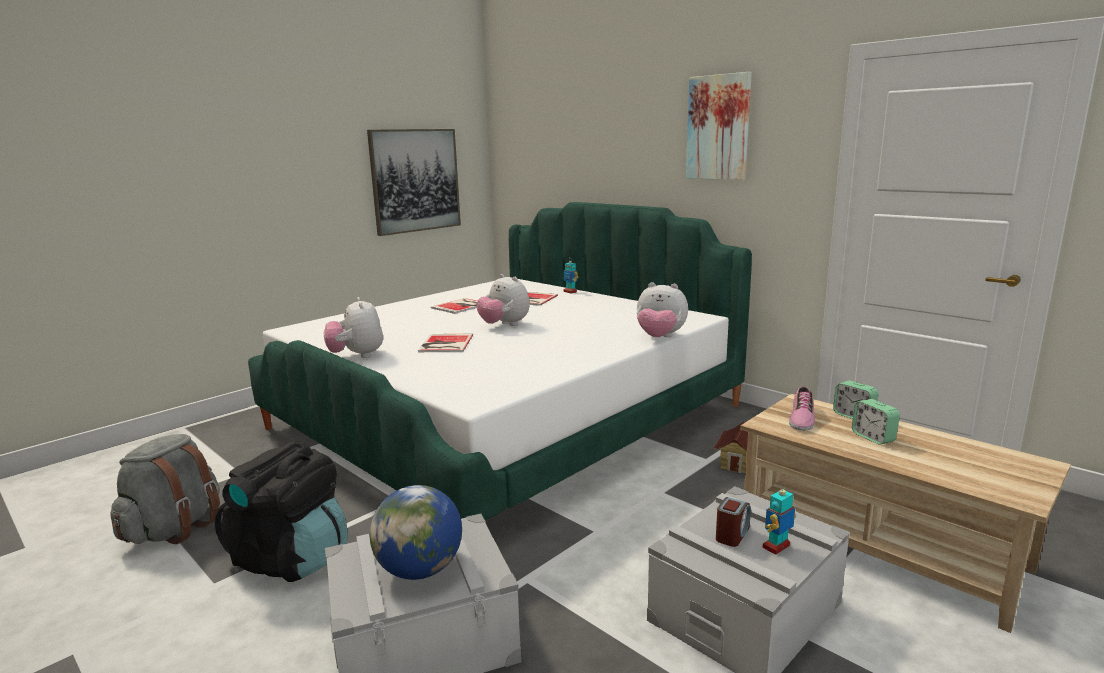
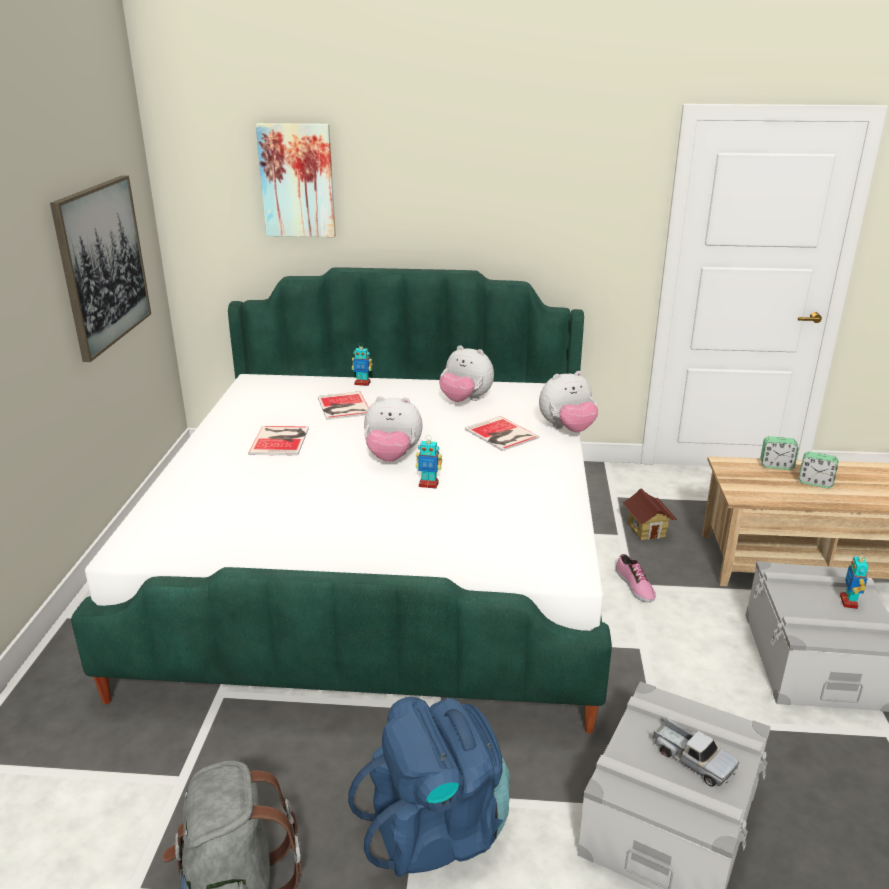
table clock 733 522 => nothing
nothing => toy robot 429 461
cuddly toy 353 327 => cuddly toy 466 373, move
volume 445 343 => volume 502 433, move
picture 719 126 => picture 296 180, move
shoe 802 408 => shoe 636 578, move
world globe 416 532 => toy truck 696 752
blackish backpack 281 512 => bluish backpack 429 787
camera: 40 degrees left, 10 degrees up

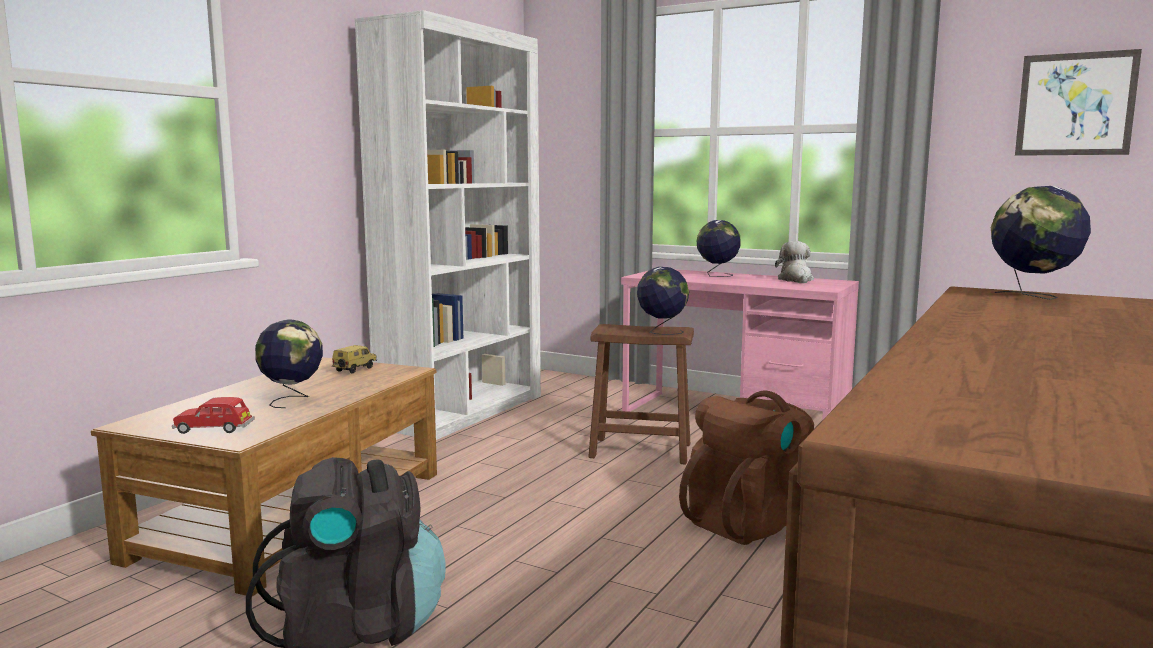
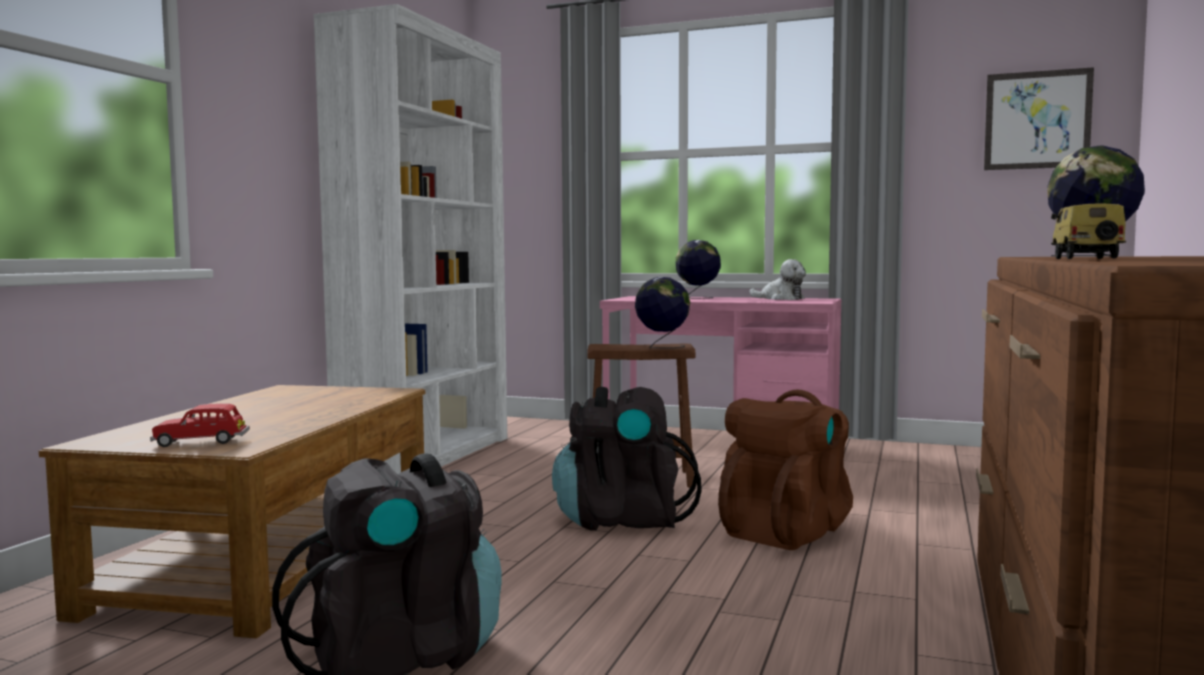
world globe 289 363 => nothing
nothing => blackish backpack 627 458
miniature car 354 359 => miniature car 1088 231, move
cuddly toy 794 262 => cuddly toy 777 279, 135 degrees clockwise
camera: 10 degrees left, 5 degrees down

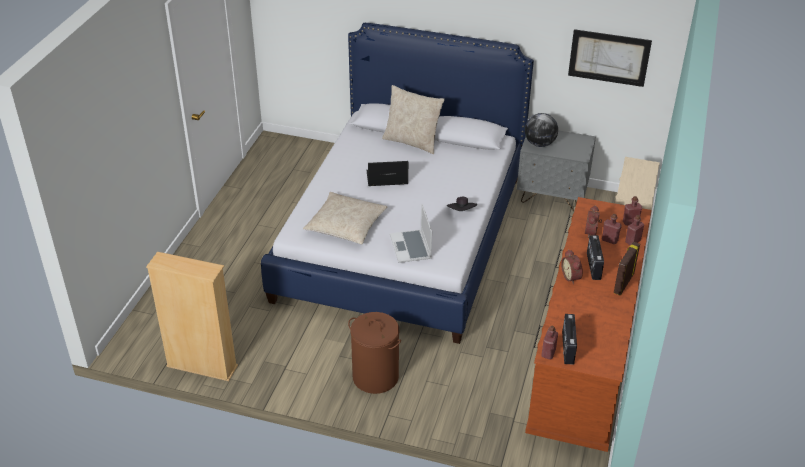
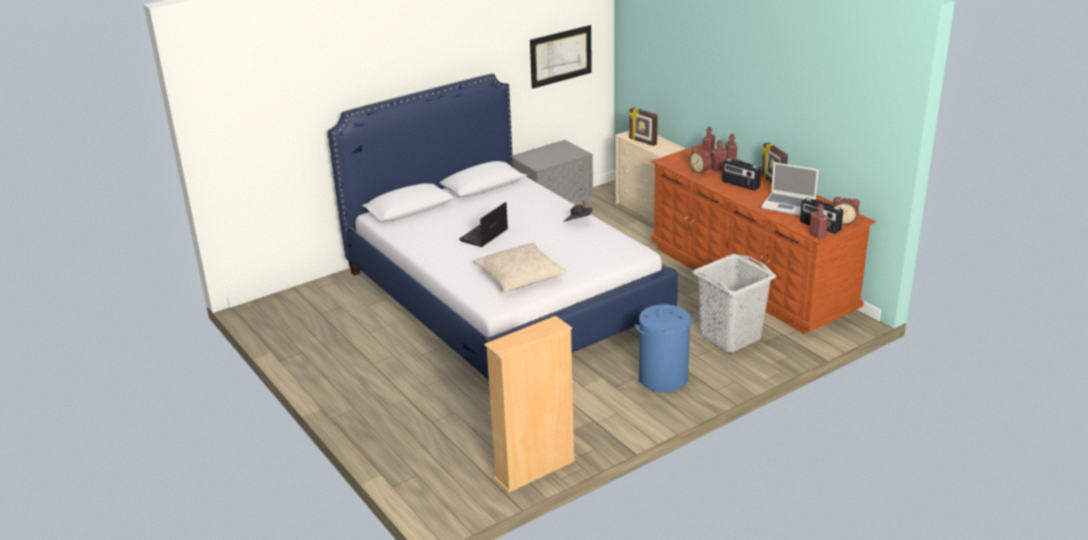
beige-coloured cushion 413 119 => nothing
world globe 541 130 => nothing
nothing => picture frame 643 126
nothing => gray hamper 734 303
notebook computer 411 233 => notebook computer 790 188, move
table clock 572 266 => table clock 846 211, move
brown-coloured hamper 374 353 => bluish hamper 664 348
camera: 50 degrees left, 10 degrees down

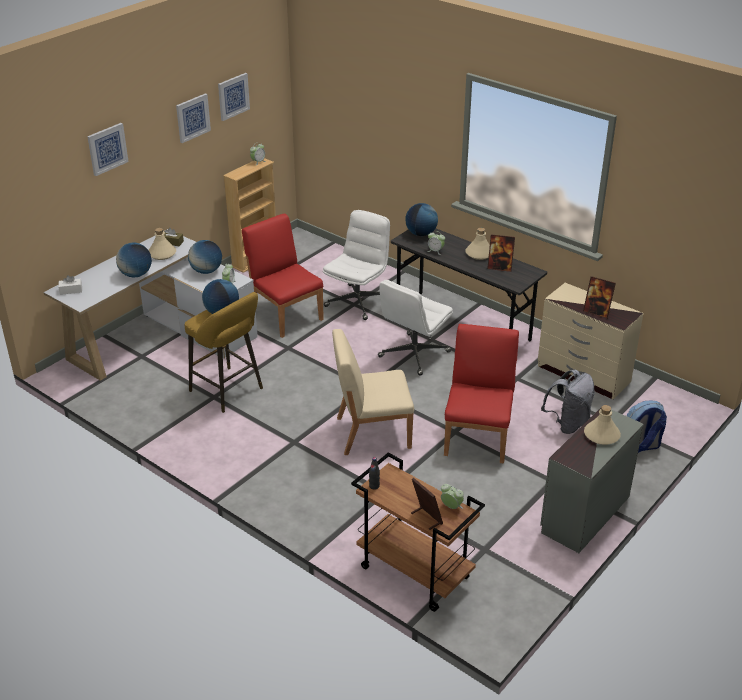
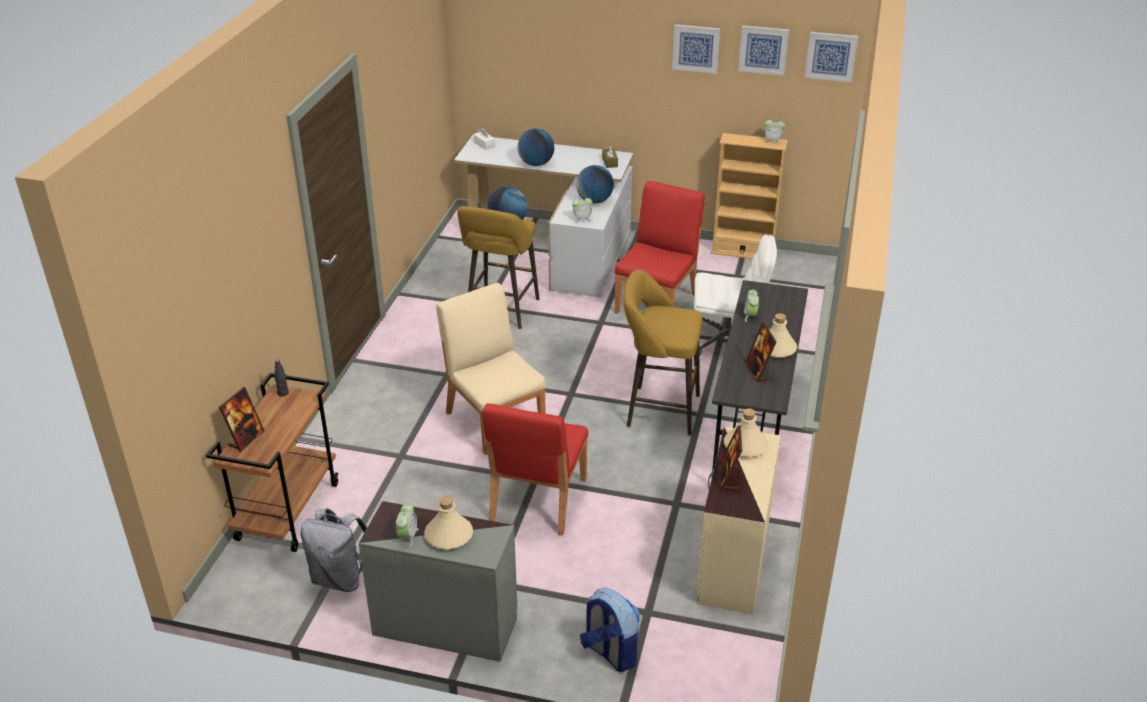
world globe 421 219 => nothing
picture 108 149 => picture 831 57, move
beige-coloured drink bottle 162 244 => beige-coloured drink bottle 746 432, move
table clock 452 496 => table clock 407 525, move
gray backpack 568 401 => gray backpack 333 550, move
whitish office chair 415 328 => yellow sitting stool 662 352
red-coloured chair 481 394 => red-coloured chair 535 469, 120 degrees clockwise
camera: 65 degrees right, 0 degrees up

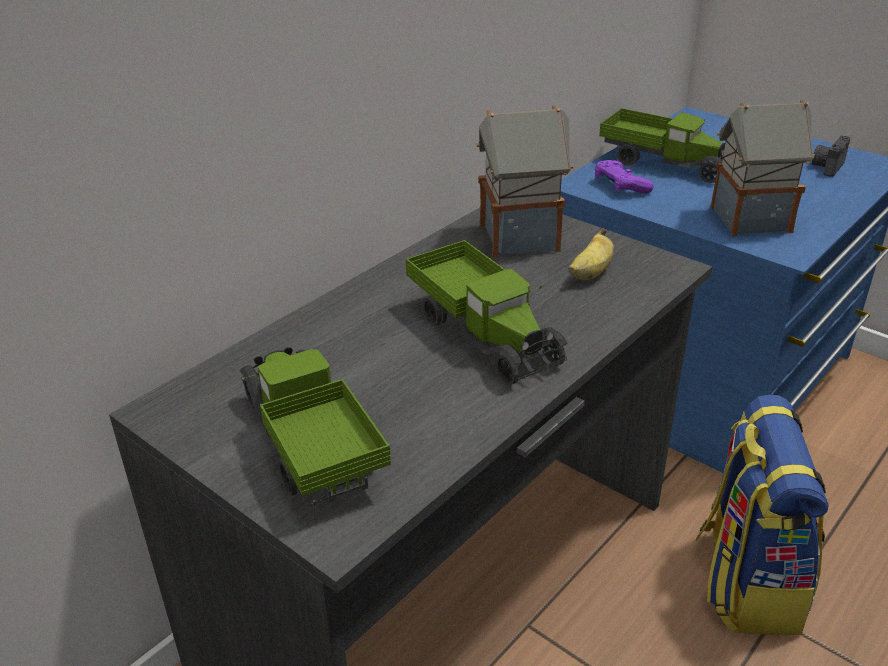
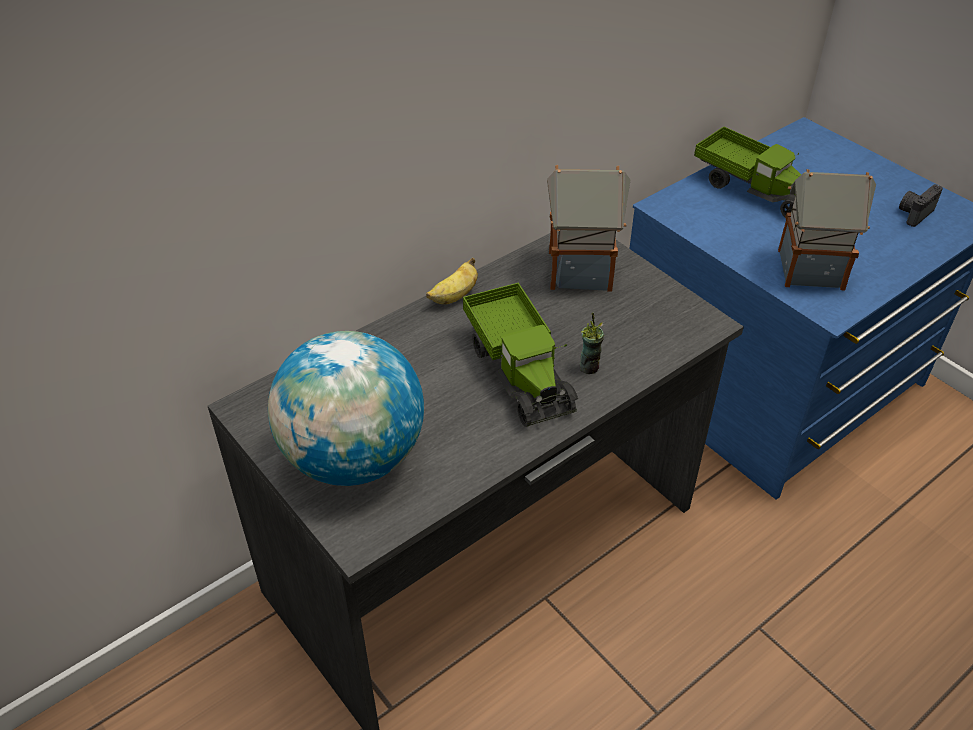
purplish joypad 624 177 => nothing
backpack 762 515 => nothing
nothing => cup 592 343
banana fruit 591 254 => banana fruit 452 281, move
toy truck 315 426 => world globe 346 408
camera: 10 degrees right, 10 degrees up

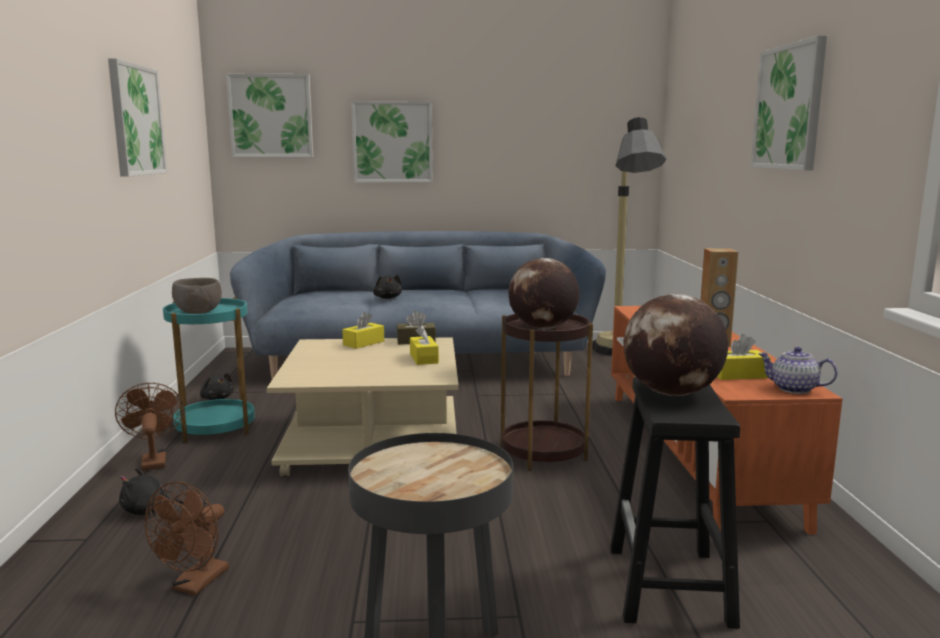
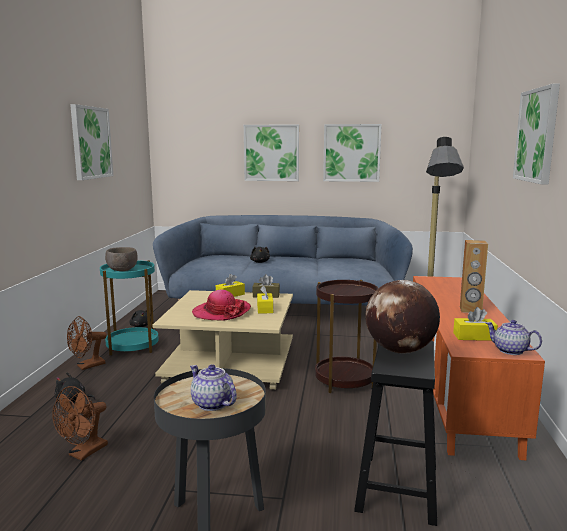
world globe 543 293 => nothing
nothing => pot for tea 213 387
nothing => wearable hat 221 305
picture 269 115 => picture 352 153, move
brown-coloured electric fan 149 427 => brown-coloured electric fan 87 343, 120 degrees counterclockwise
camera: 10 degrees right, 0 degrees up

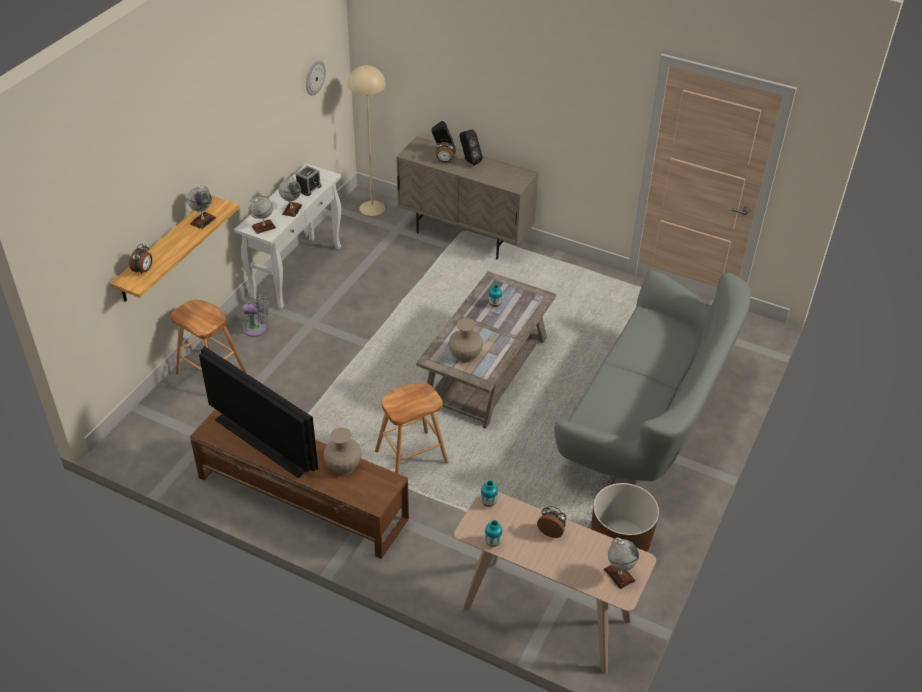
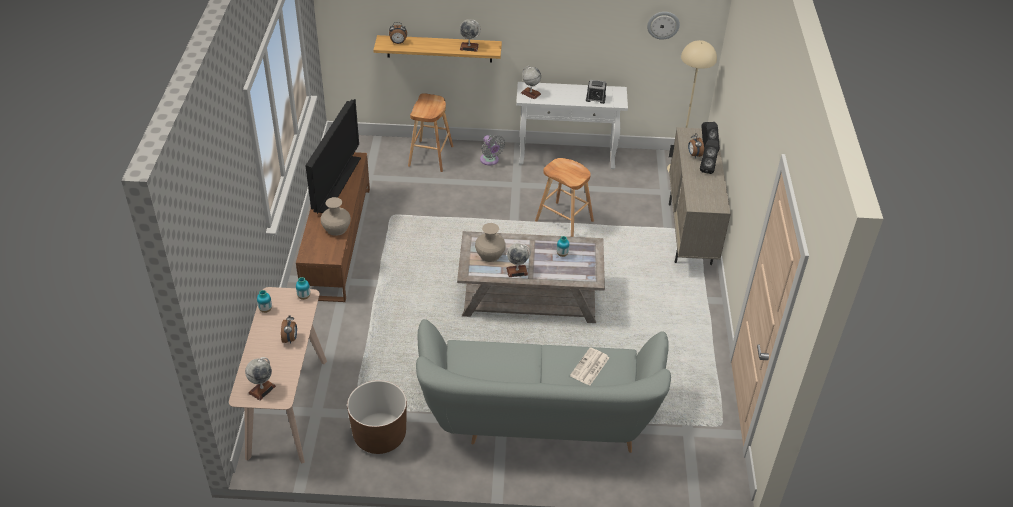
nothing => daily paper 589 366
world globe 290 197 => world globe 518 260, move
brown-coloured sitting stool 411 428 => brown-coloured sitting stool 564 197, move
camera: 65 degrees right, 0 degrees up

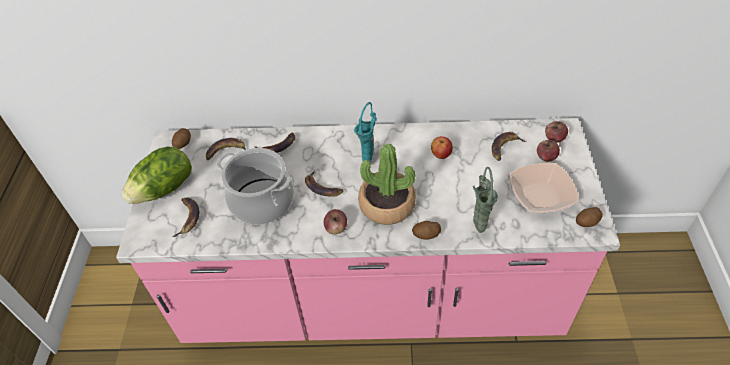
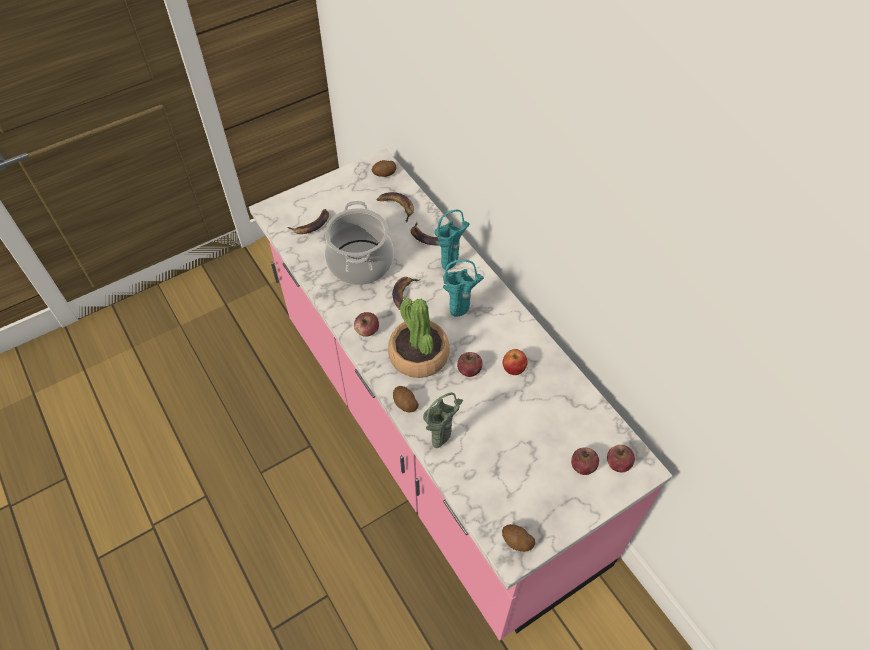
lettuce head 157 175 => nothing
banana fruit 509 146 => nothing
serving bowl 544 188 => nothing
nothing => turquoise vase 452 239
nothing => apple fruit 470 364
camera: 55 degrees right, 5 degrees up

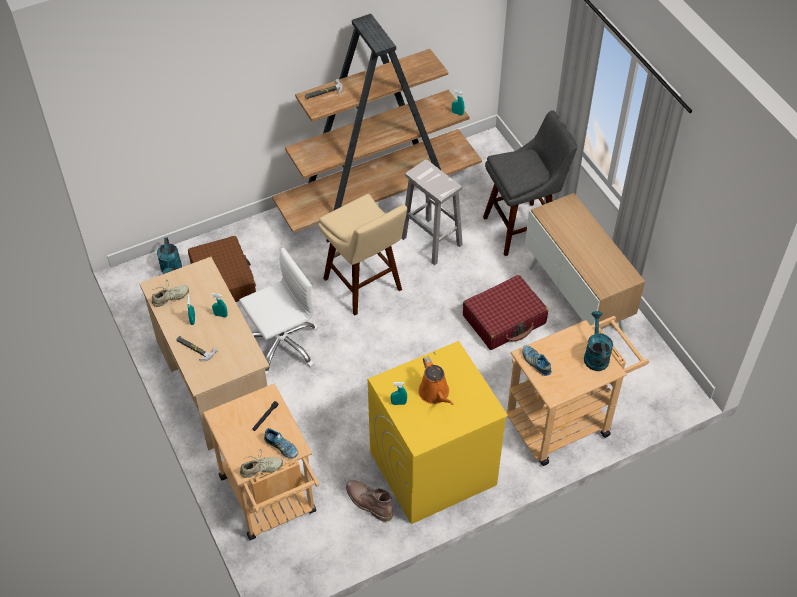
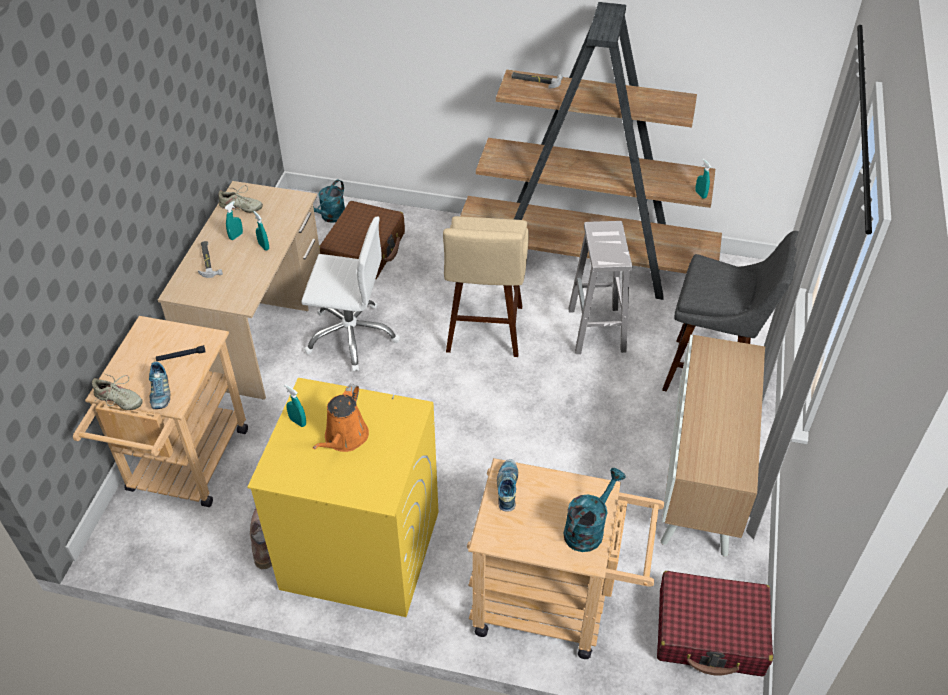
red-coloured piece of luggage 505 312 => red-coloured piece of luggage 715 623, move
camera: 40 degrees right, 5 degrees down

